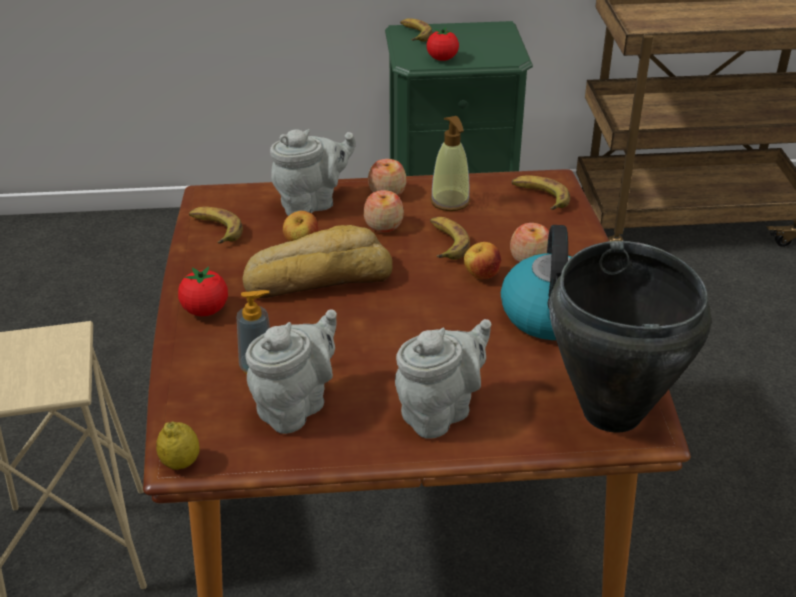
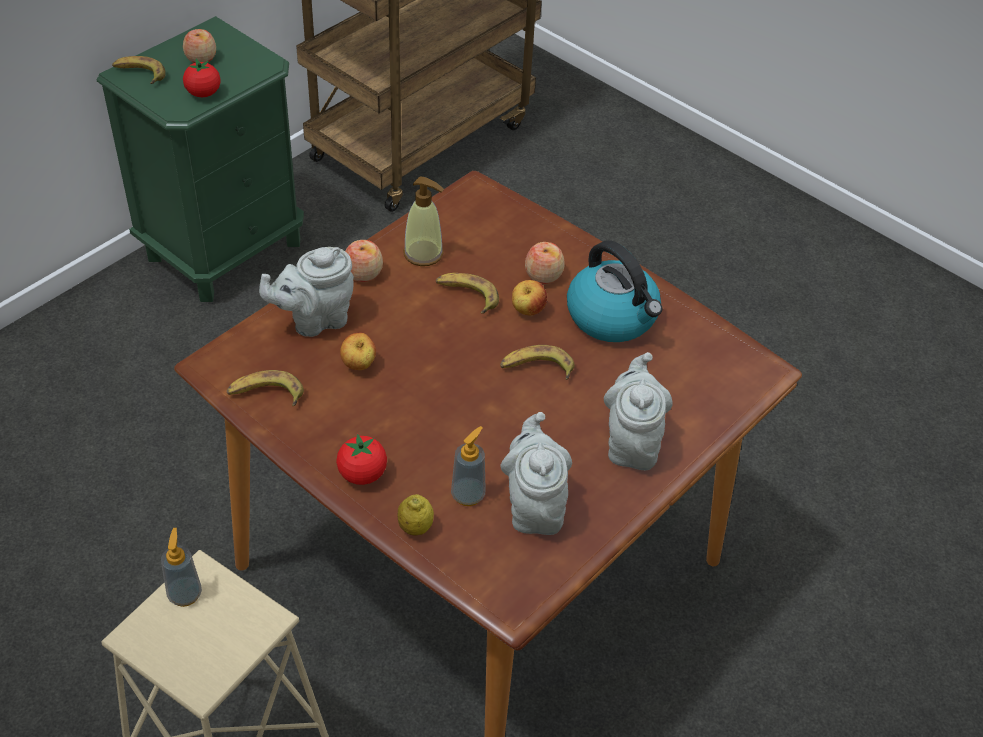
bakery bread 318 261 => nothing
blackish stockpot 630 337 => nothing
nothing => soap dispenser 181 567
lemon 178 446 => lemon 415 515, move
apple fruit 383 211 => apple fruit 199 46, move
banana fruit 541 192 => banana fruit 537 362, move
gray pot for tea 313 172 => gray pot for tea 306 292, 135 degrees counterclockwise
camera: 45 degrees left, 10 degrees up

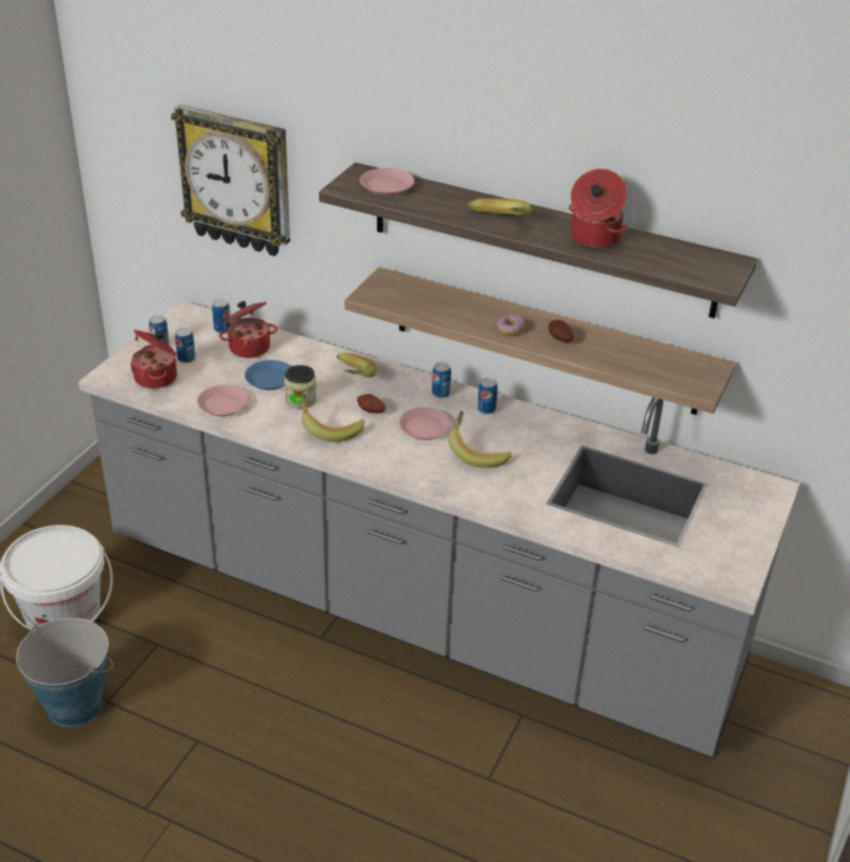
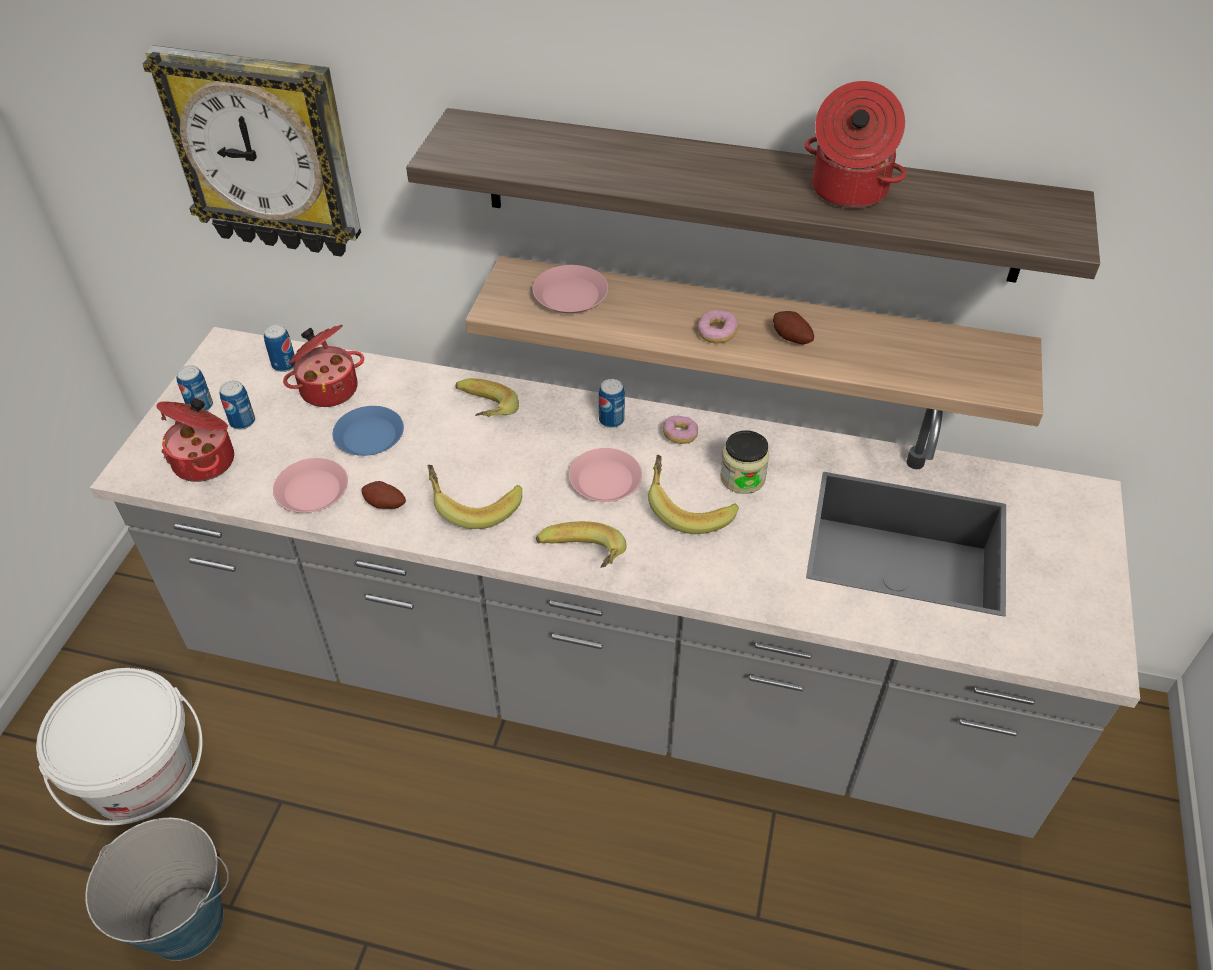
jar 300 387 => jar 744 462, move
spud 371 403 => spud 384 495, move
pinkish plate 387 182 => pinkish plate 570 289, move
banana fruit 499 207 => banana fruit 581 544, move
metal can 487 396 => ring doughnut 680 430
camera: 10 degrees left, 10 degrees up

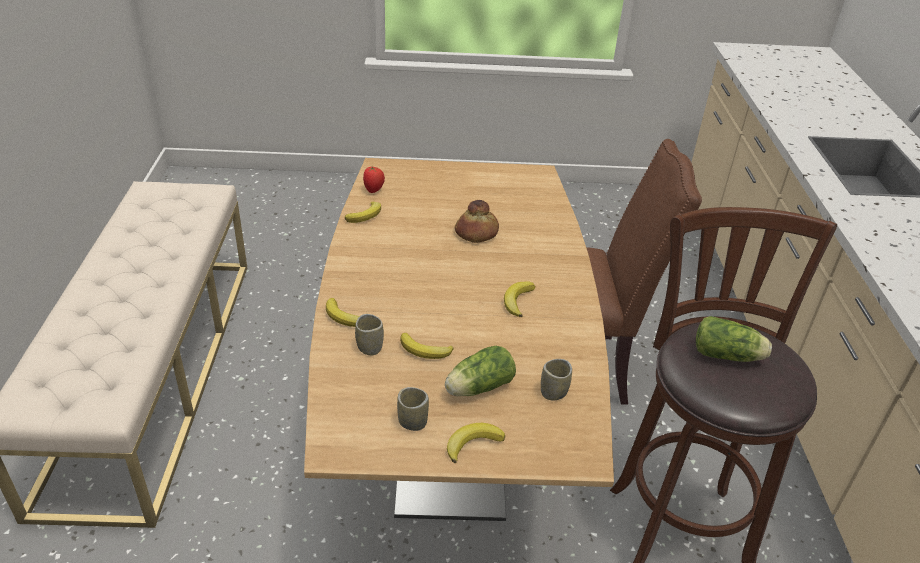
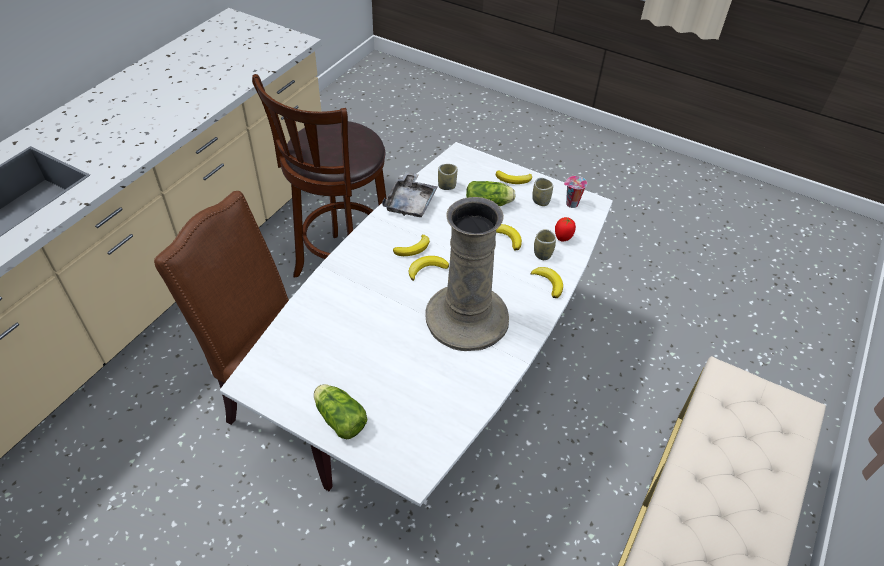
bakery bread 477 221 => nothing
nothing => gray carrying tray 410 194
nothing => beige-coloured vase 467 274
nothing => cup 575 192
banana fruit 363 212 => banana fruit 429 268, move
fresh tomato 374 179 => fresh tomato 565 229, move
lettuce head 734 339 => lettuce head 340 411, move
brown-coloured dinner table 459 339 => whitish dinner table 416 324
camera: 150 degrees left, 10 degrees up

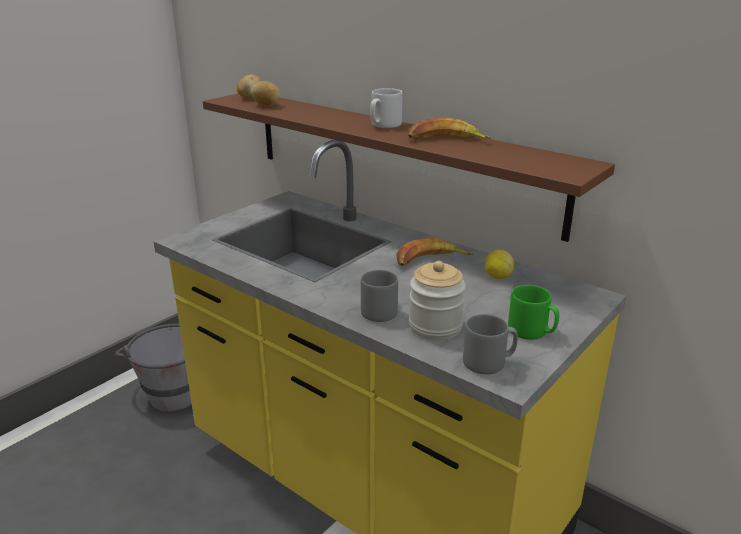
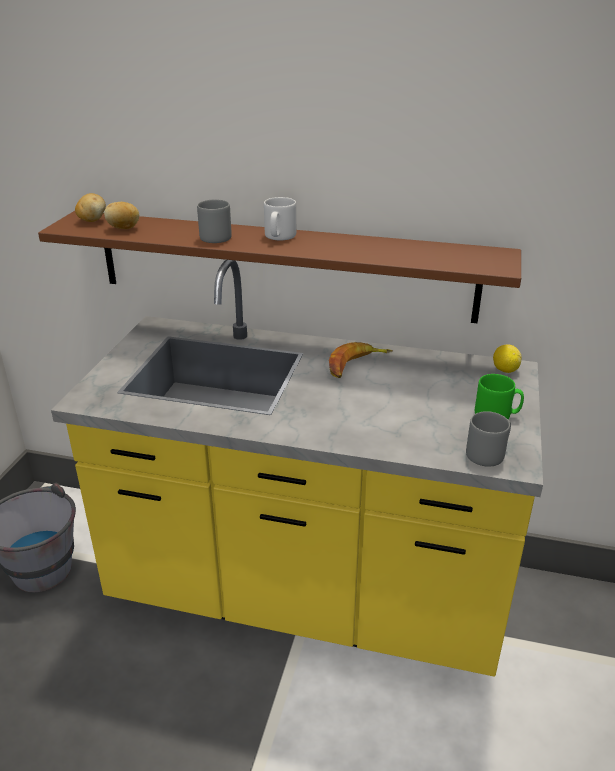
banana fruit 449 129 => nothing
jar 437 300 => nothing
gray mug 379 296 => gray mug 214 221, move
lemon 499 264 => lemon 507 358, move
camera: 25 degrees left, 5 degrees up

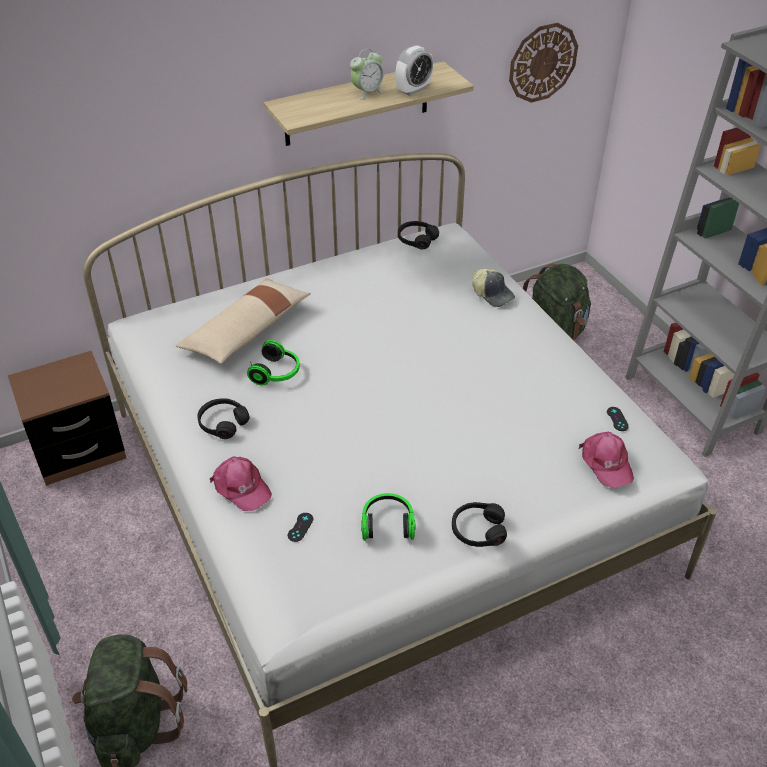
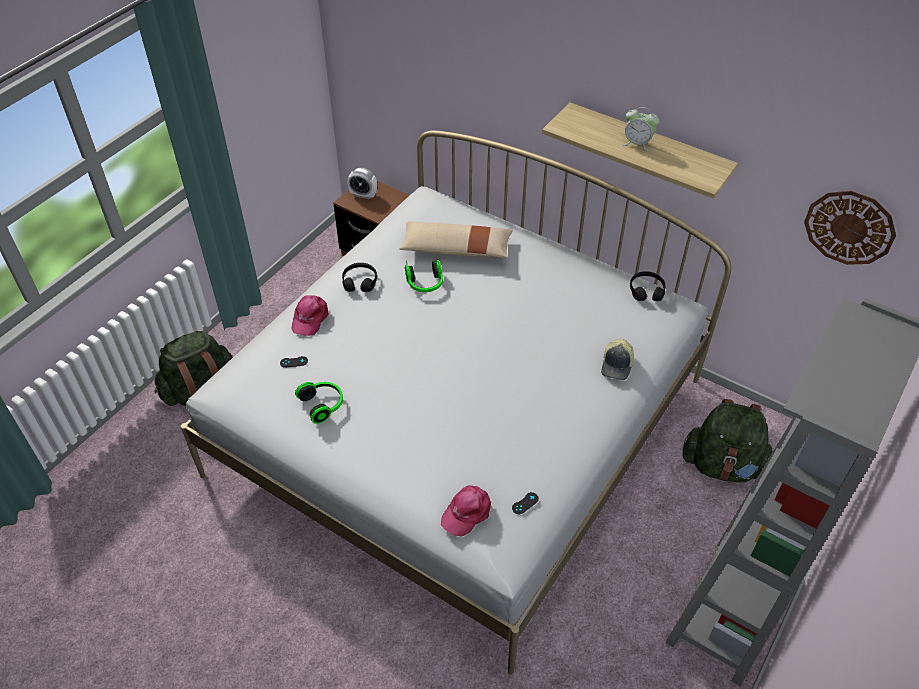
blackish headphones 479 524 => nothing
table clock 414 70 => table clock 362 183, move
camera: 60 degrees right, 5 degrees up

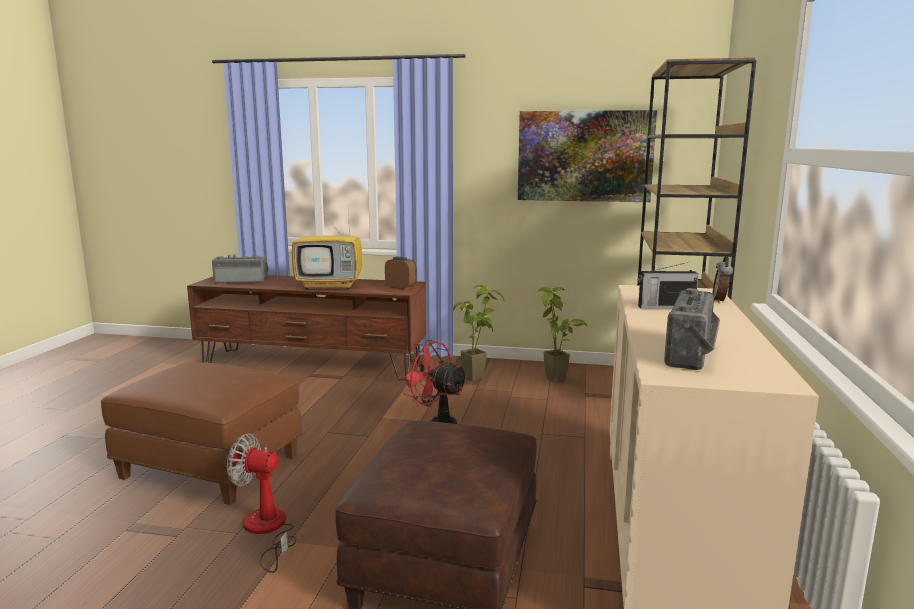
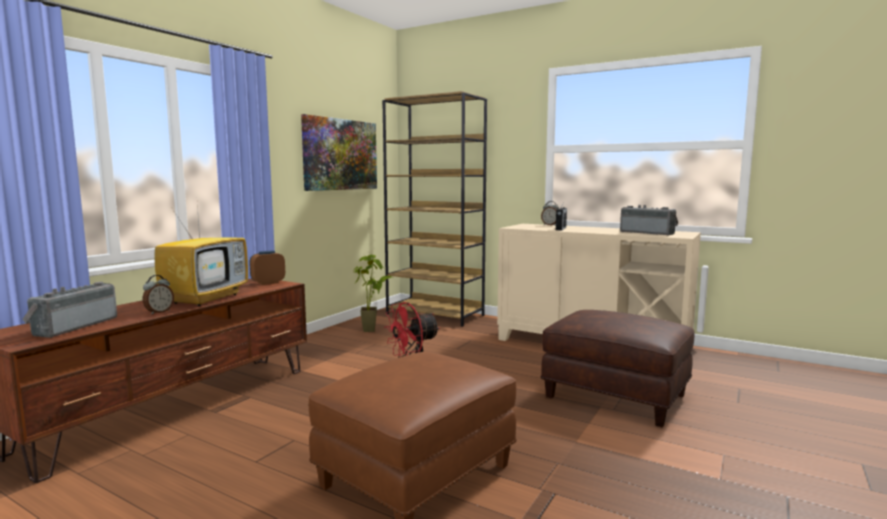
electric fan 261 503 => nothing
houseplant 479 333 => nothing
nothing => table clock 158 295
camera: 70 degrees left, 5 degrees down

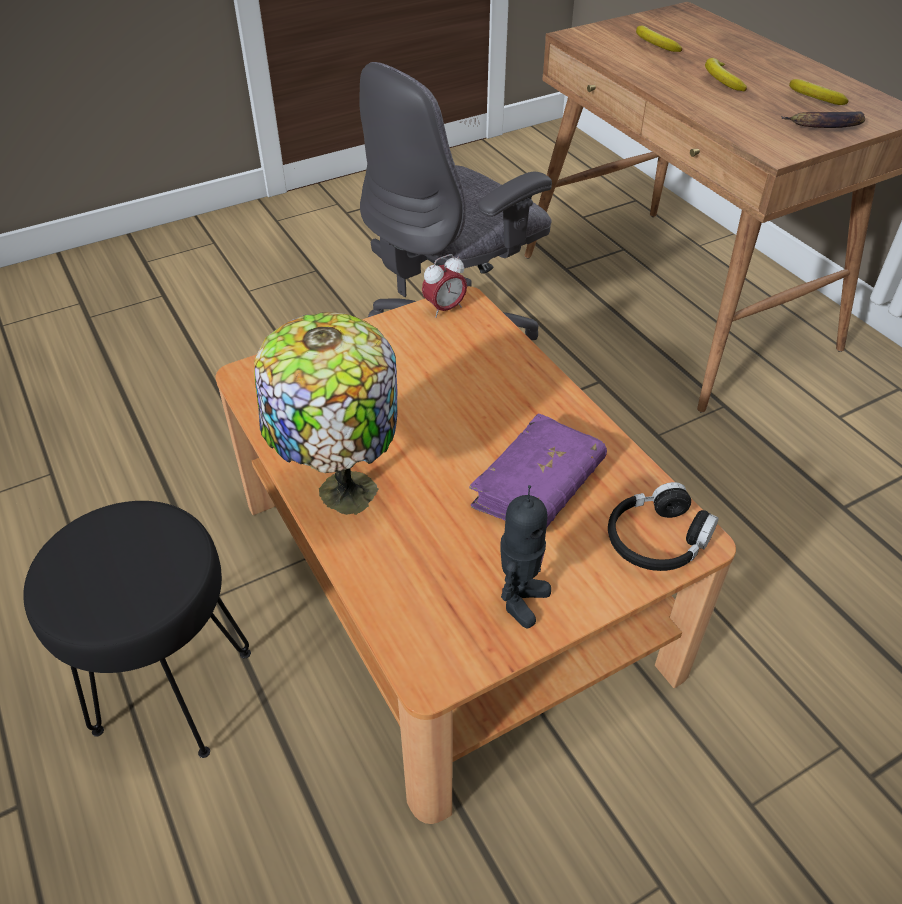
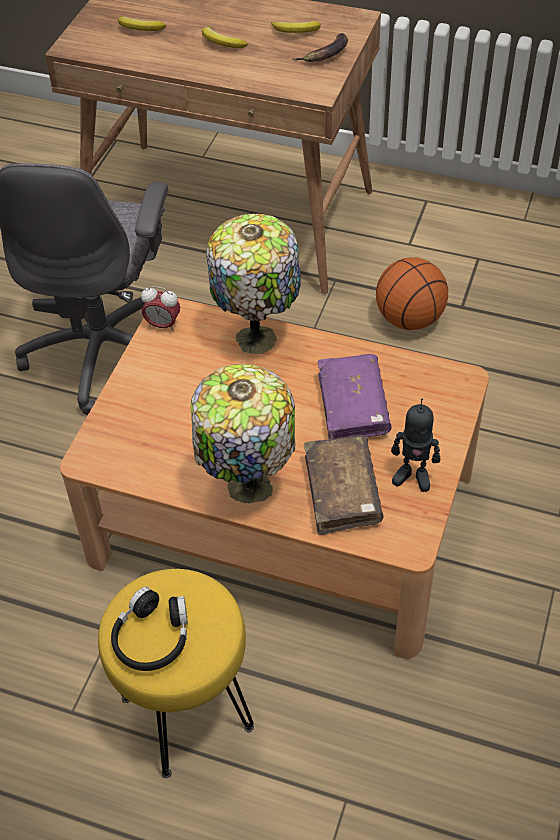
nothing => tabletop lamp 253 284
nothing => brown-coloured volume 343 485
nothing => basketball 412 293
blackish headphones 663 526 => blackish headphones 149 629, move
blackish sitting stool 137 629 => yellow sitting stool 176 673
table clock 444 286 => table clock 160 309, 90 degrees clockwise
toy robot 525 556 => toy robot 415 445, 120 degrees clockwise
camera: 40 degrees left, 5 degrees up

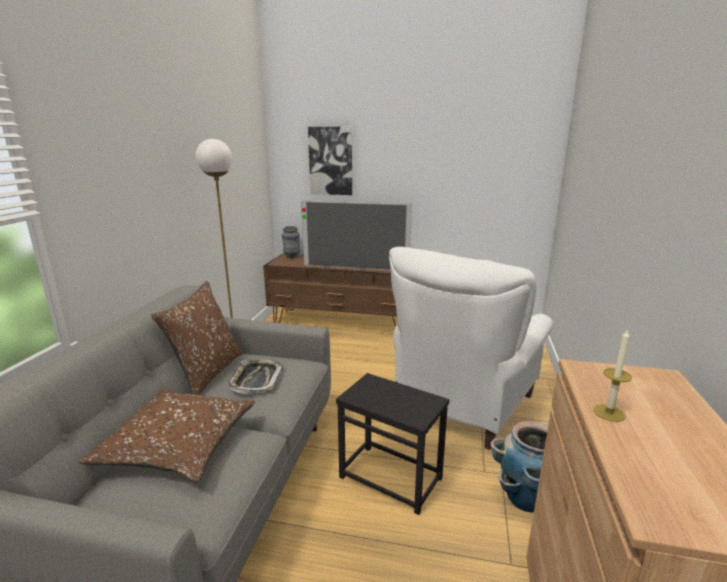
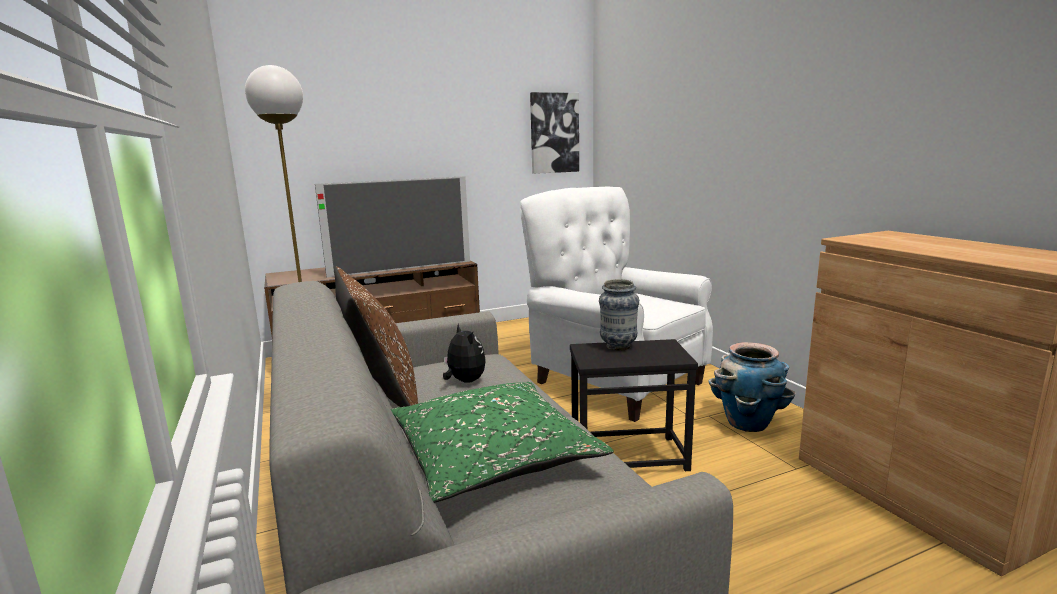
wax candle 613 375 => nothing
vase 291 242 => vase 619 314, move
picture 330 161 => picture 554 133, move
carrying tray 255 376 => cuddly toy 464 353
brown-coloured cushion 167 435 => green-coloured cushion 502 442
whitish easy chair 471 348 => whitish easy chair 616 304, 135 degrees clockwise
camera: 35 degrees left, 5 degrees down

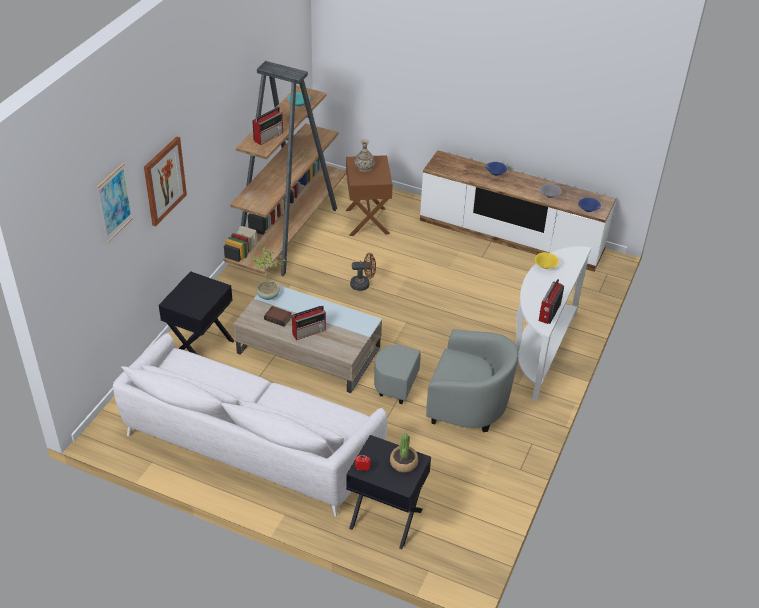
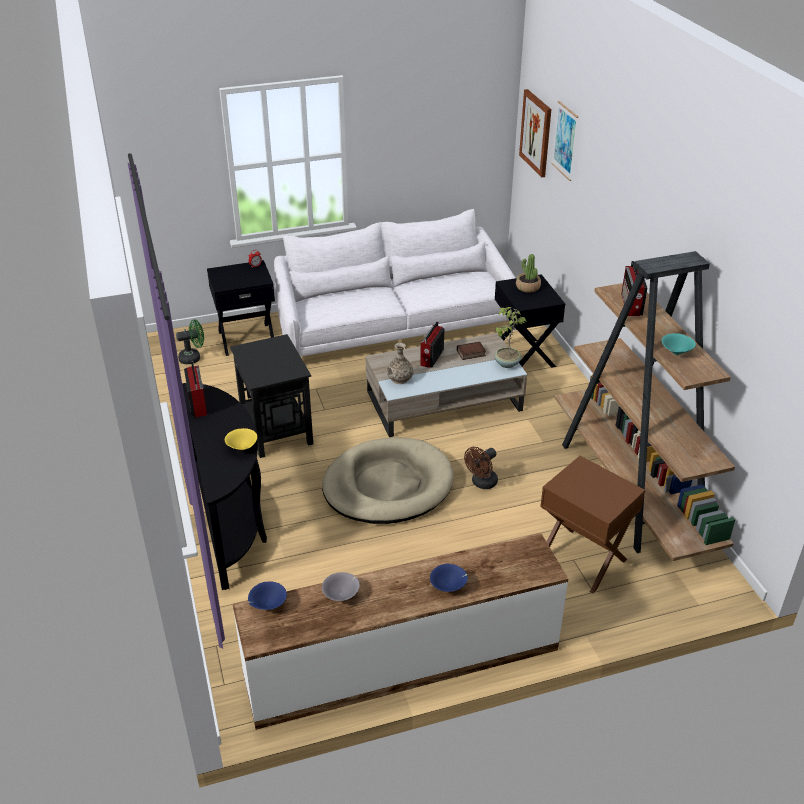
nothing => green-coloured electric fan 190 341
nothing => beige-coloured pet bed 387 480
picture 165 181 => picture 535 133, move
vase 364 155 => vase 400 363, move
houseplant 404 453 => houseplant 528 273, move
gray easy chair 446 380 => blackish side table 271 396
whitish narrow table 553 323 => blackish narrow table 224 486
camera: 140 degrees right, 5 degrees down

